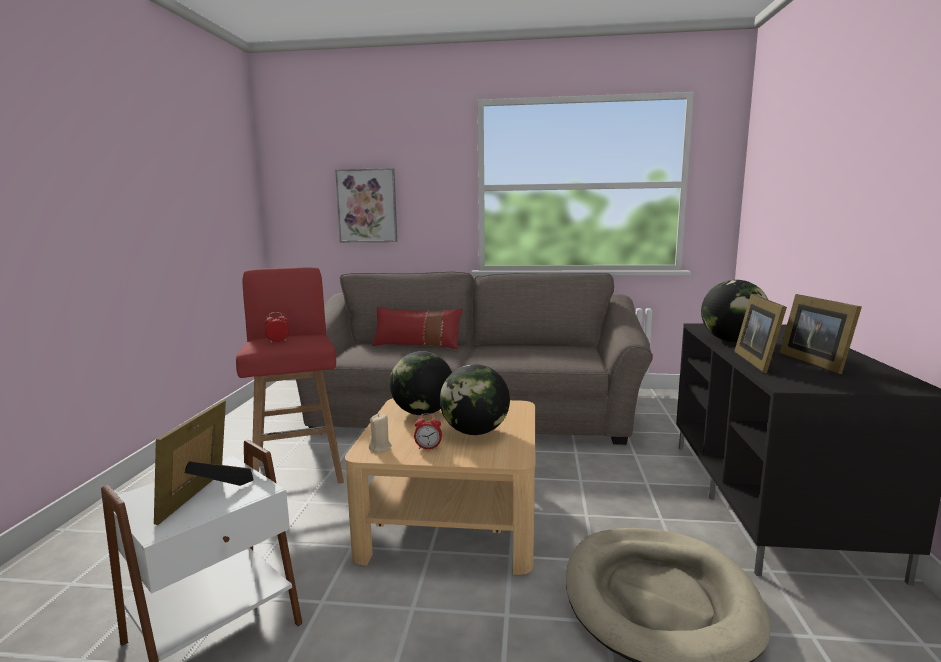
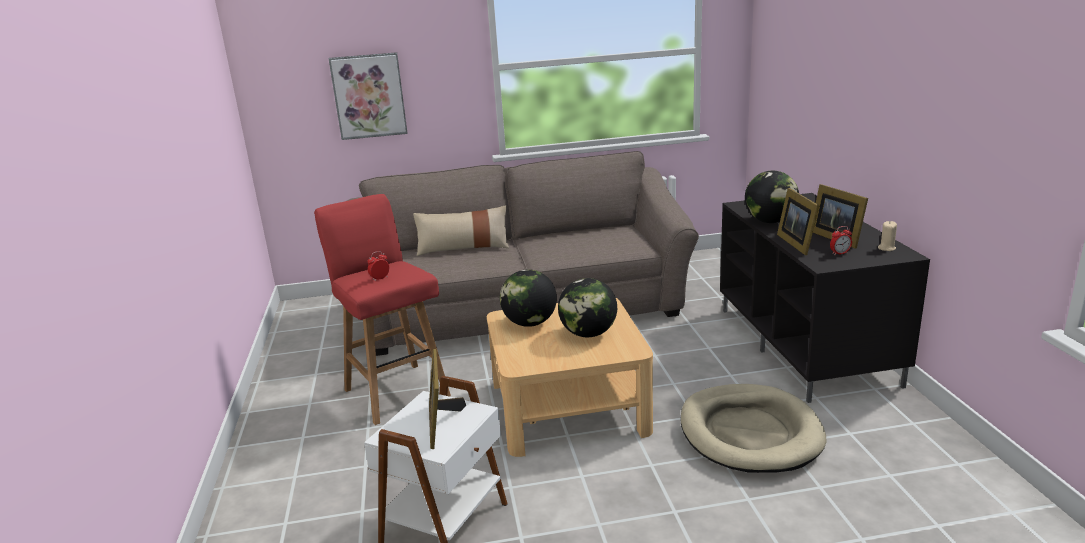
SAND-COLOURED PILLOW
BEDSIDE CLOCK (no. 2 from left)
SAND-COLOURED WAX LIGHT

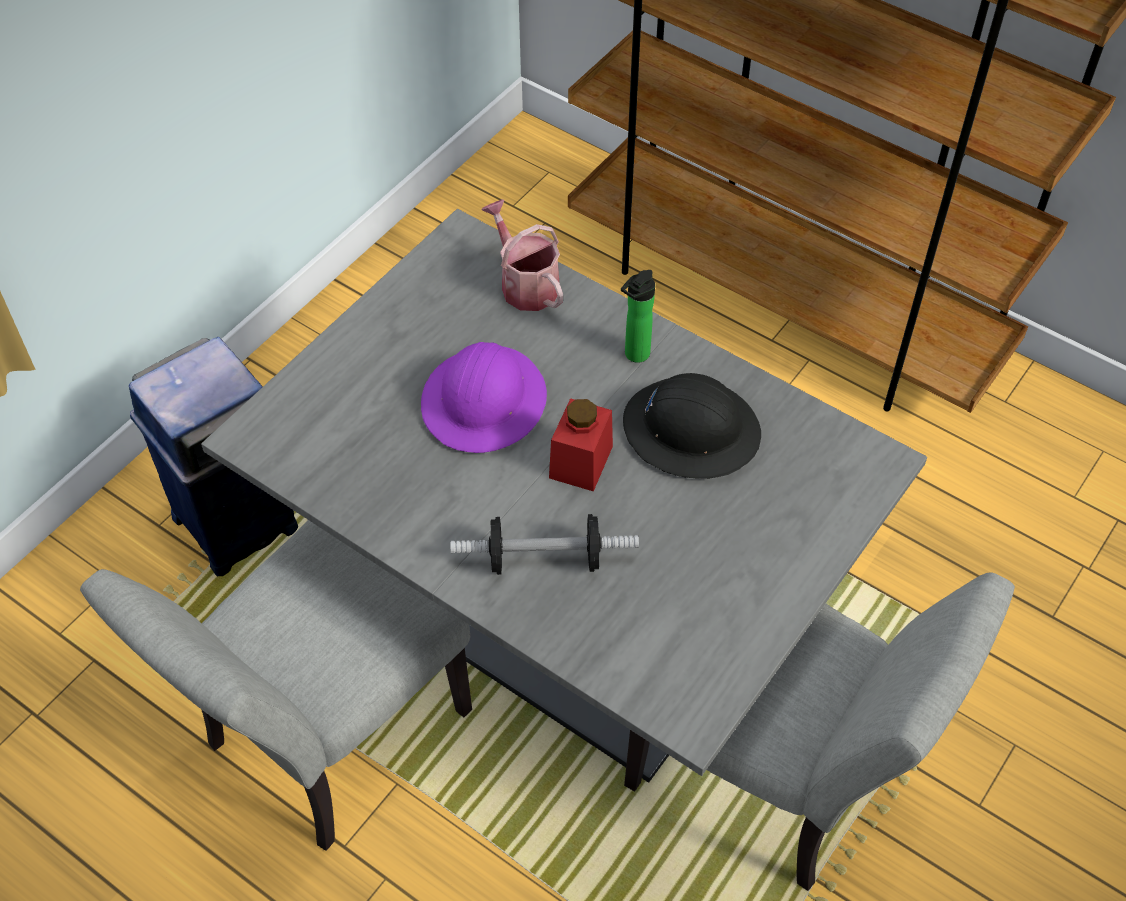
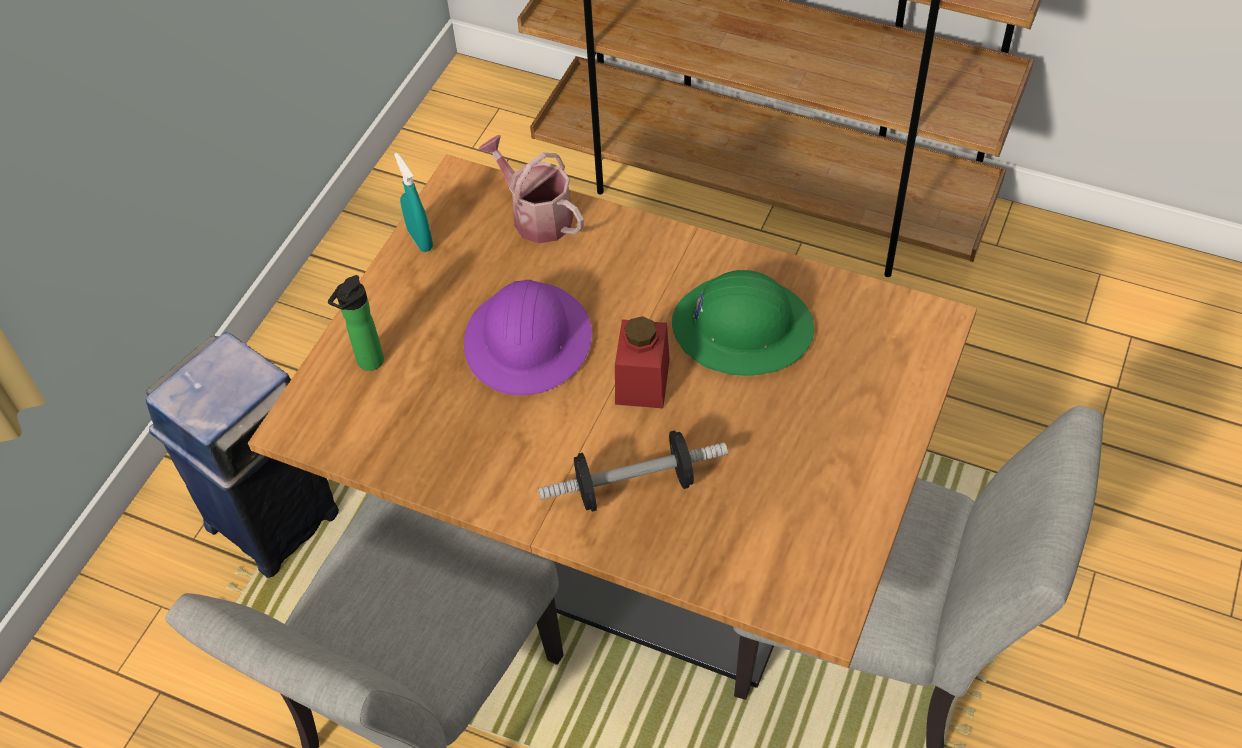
BROWN-COLOURED KITCHEN TABLE
DRINK BOTTLE
TURQUOISE-COLOURED SPRAY BOTTLE
GREEN-COLOURED HARD HAT

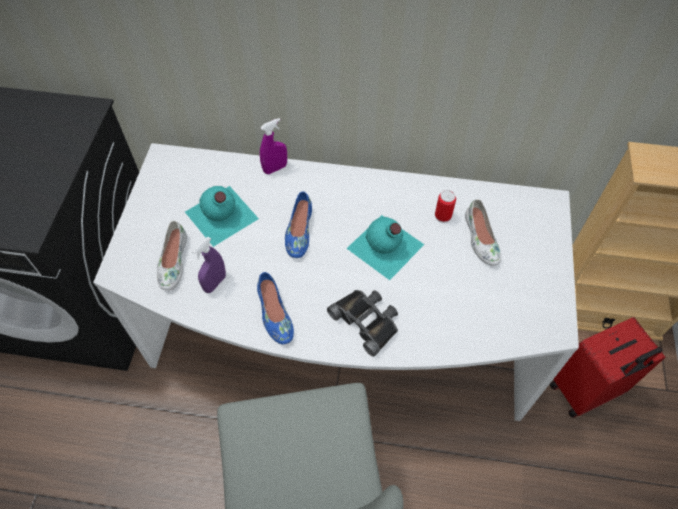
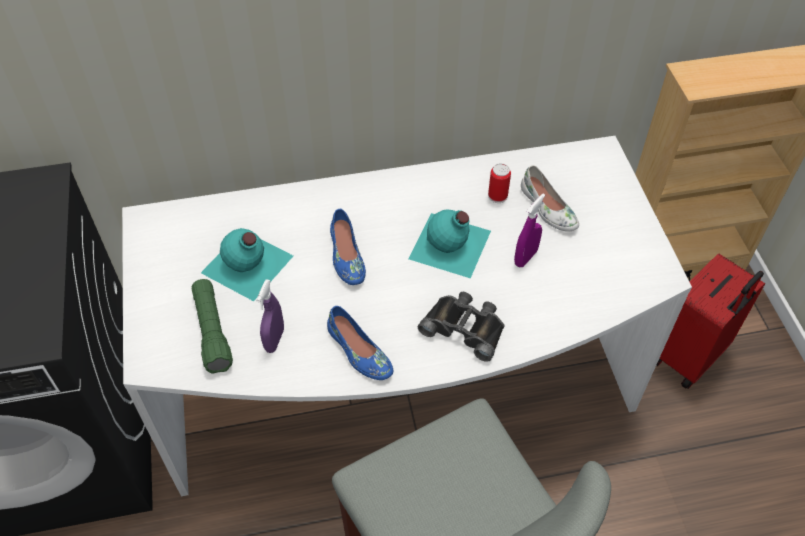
GREEN-COLOURED TORCH
PURPLE SPRAY BOTTLE (no. 2 from left)

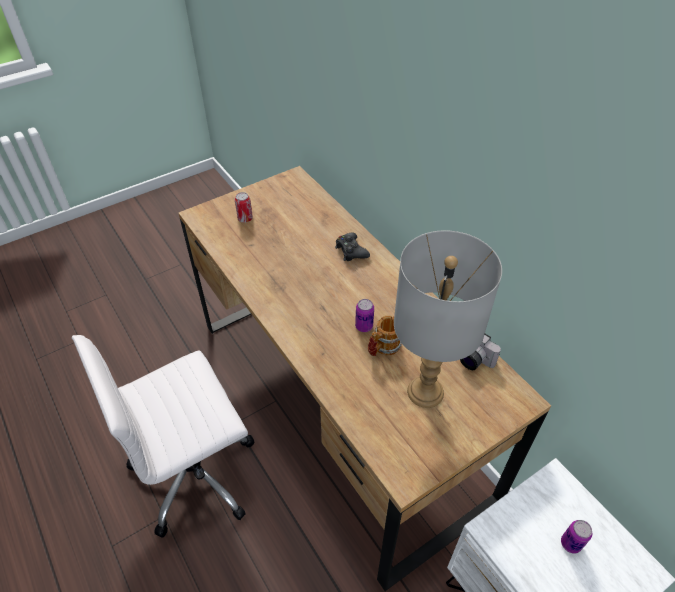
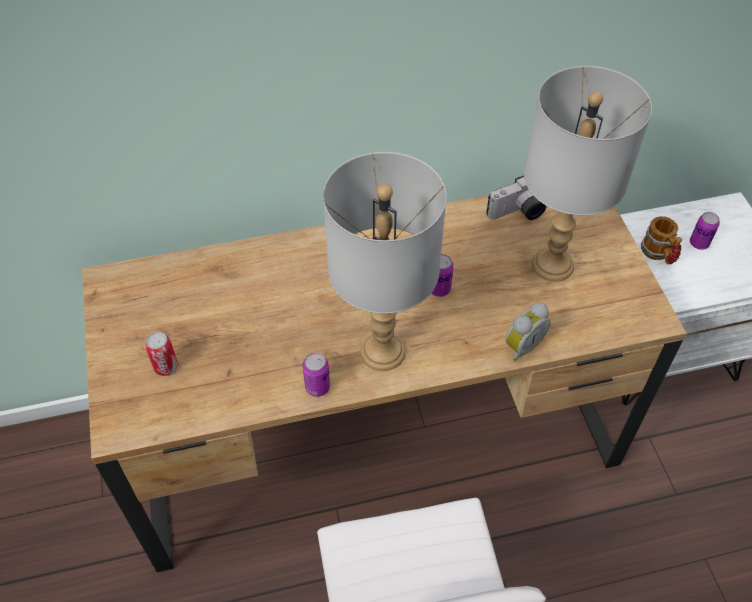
METAL CAN (no. 2 from left)
GREYISH TABLE LAMP (no. 1 from left)
BEDSIDE CLOCK
TEA MUG
BLACK GAME CONTROLLER

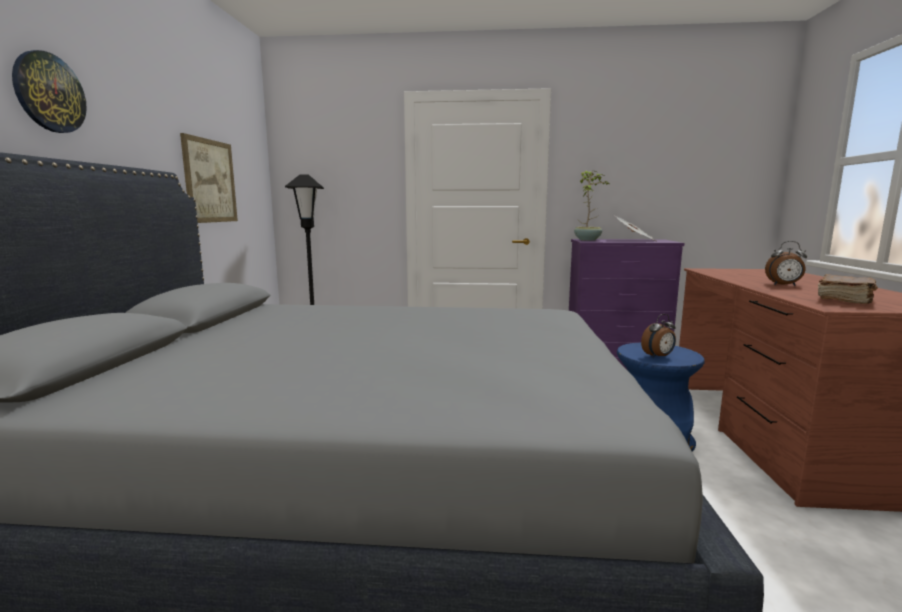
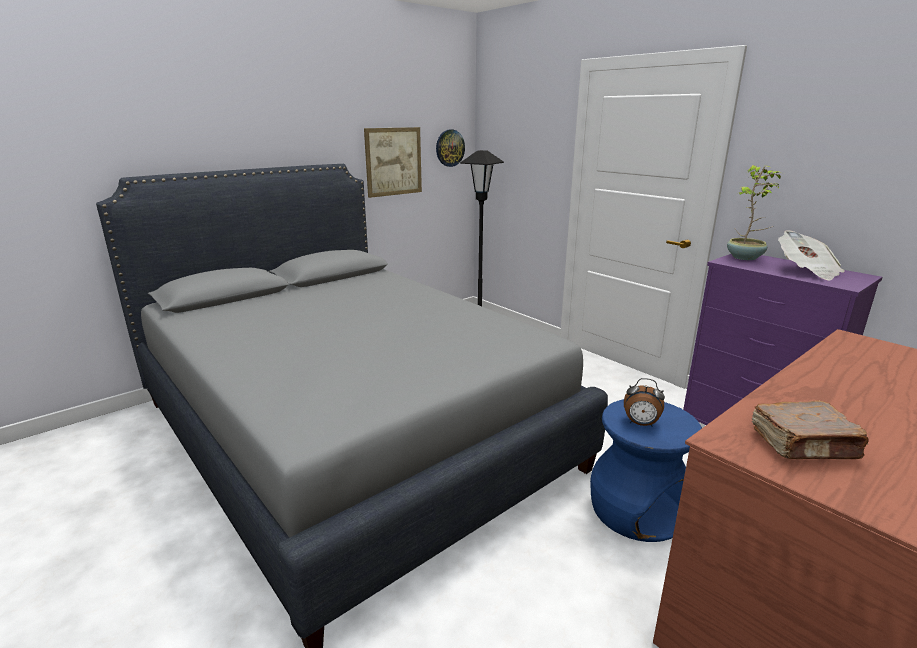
WALL CLOCK
BEDSIDE CLOCK (no. 2 from left in the first image)

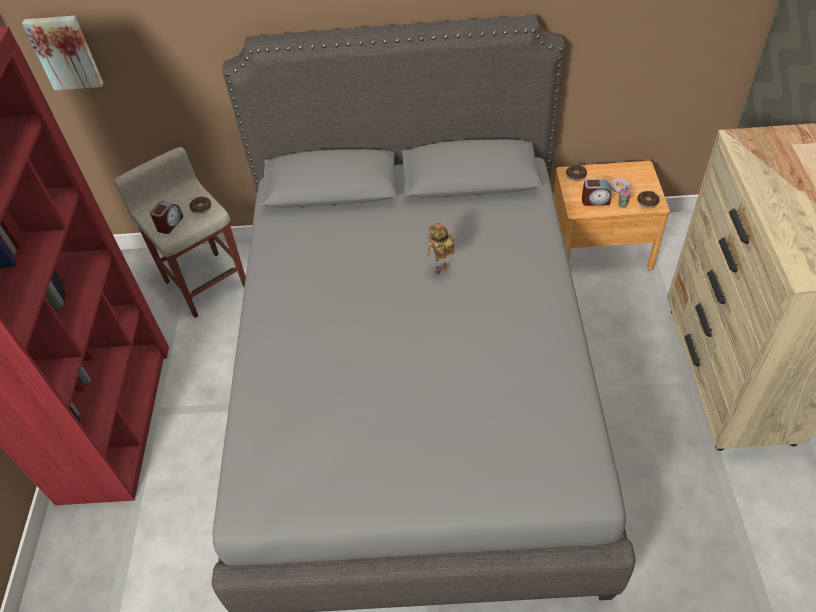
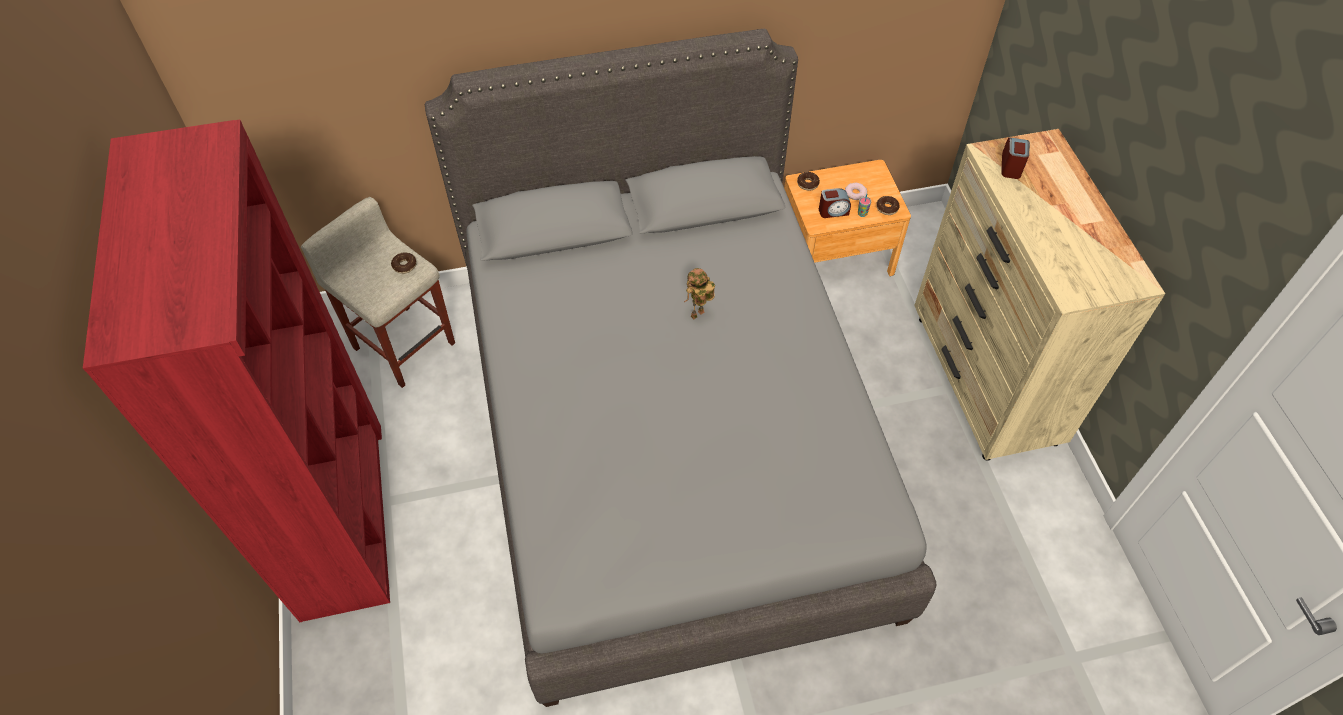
BEDSIDE CLOCK (no. 2 from left)
WALL ART

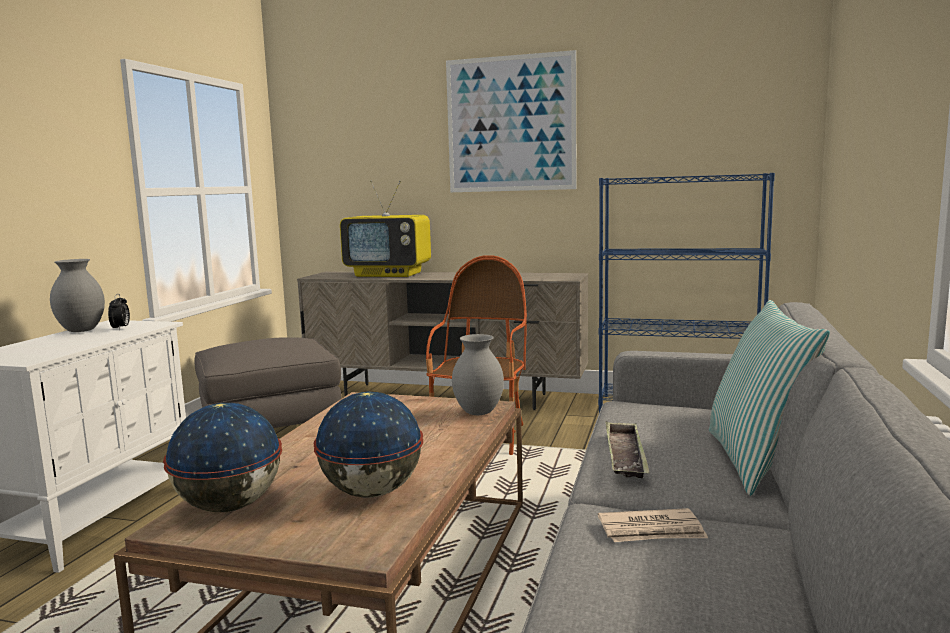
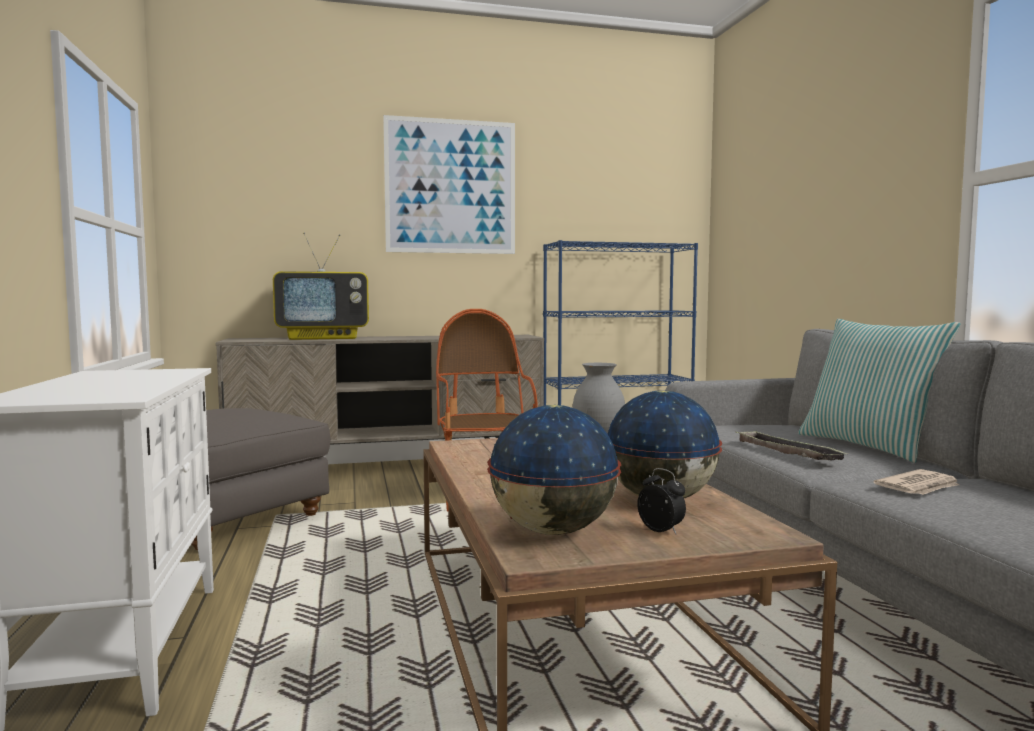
BEDSIDE CLOCK
GREYISH DECORATIVE VASE (no. 1 from left in the first image)

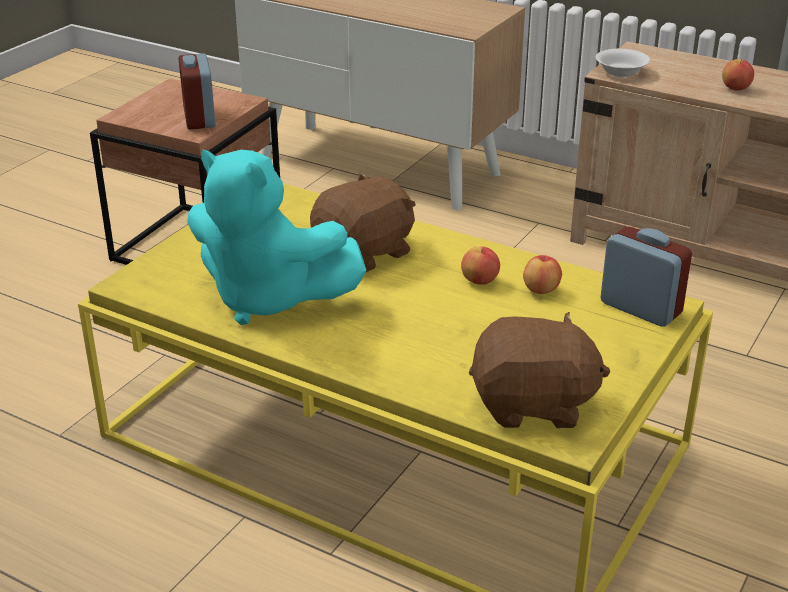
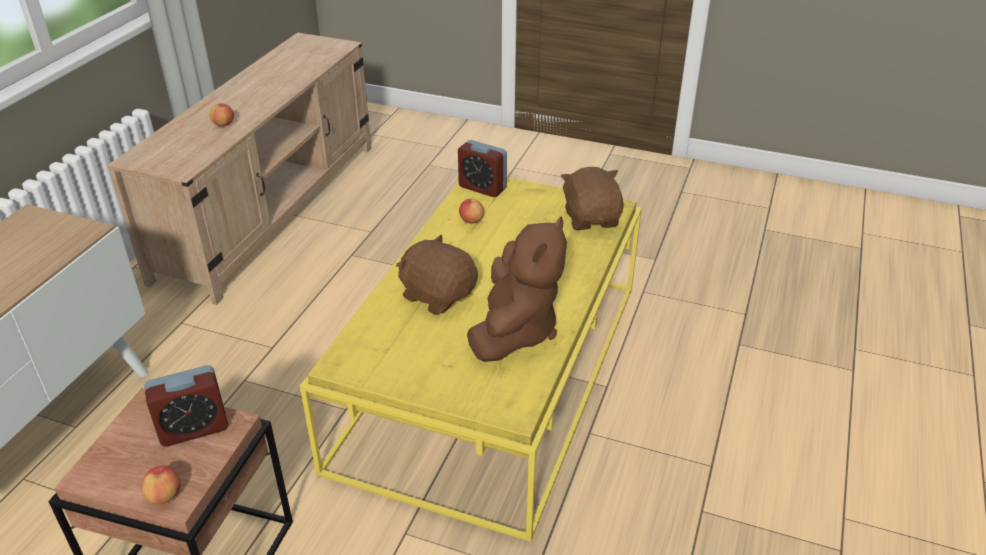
APPLE FRUIT (no. 1 from left)
BEDSIDE CLOCK (no. 2 from left)
BROWN-COLOURED SOFT TOY (no. 2 from left)
WHITISH DEEP DISH

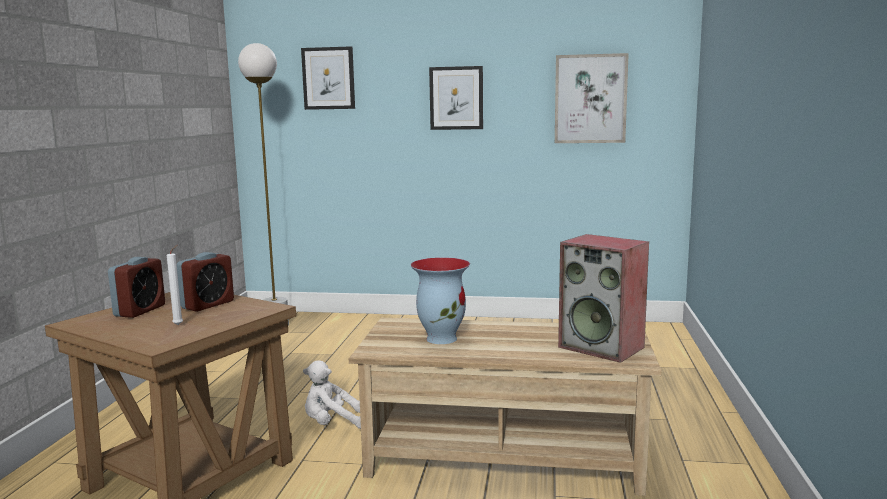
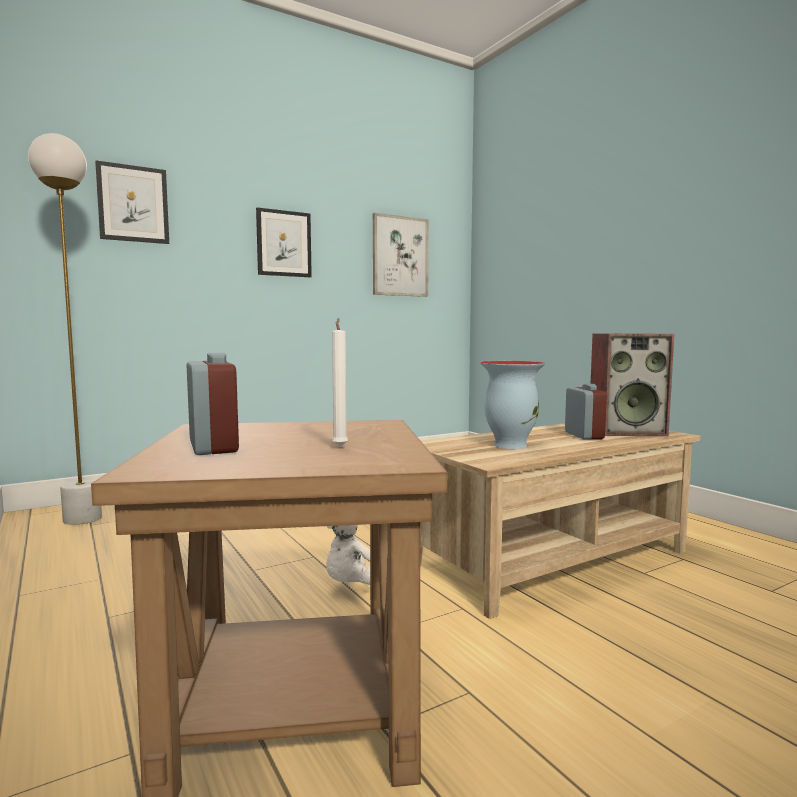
BEDSIDE CLOCK (no. 2 from left)

